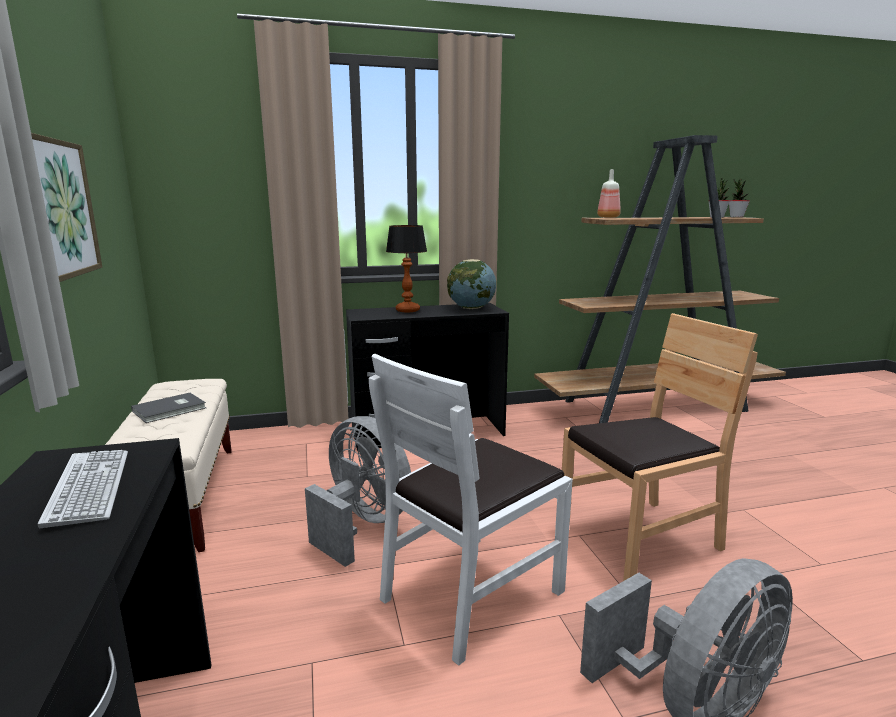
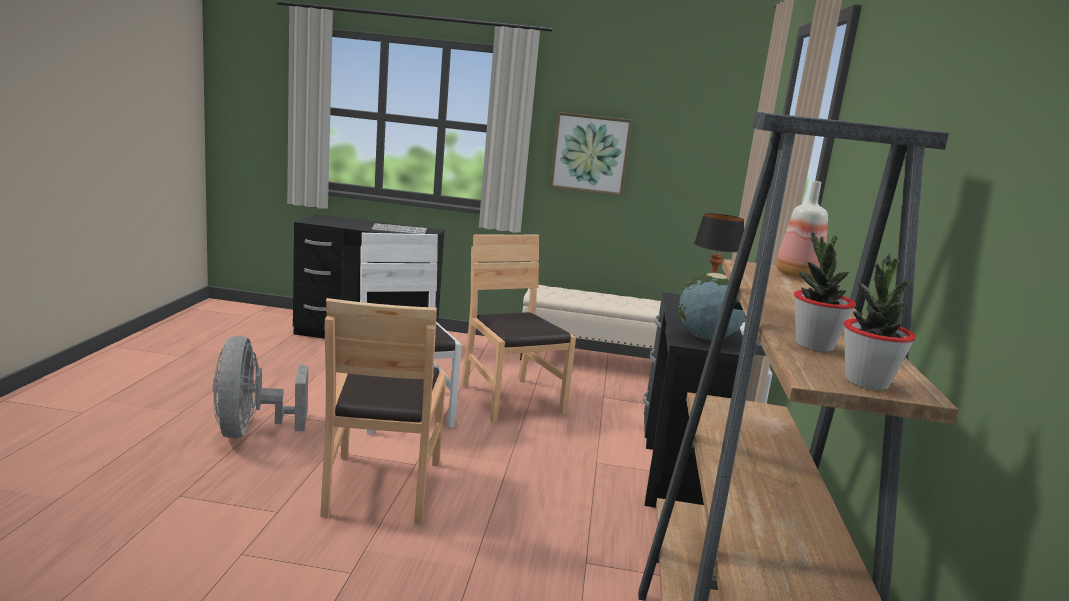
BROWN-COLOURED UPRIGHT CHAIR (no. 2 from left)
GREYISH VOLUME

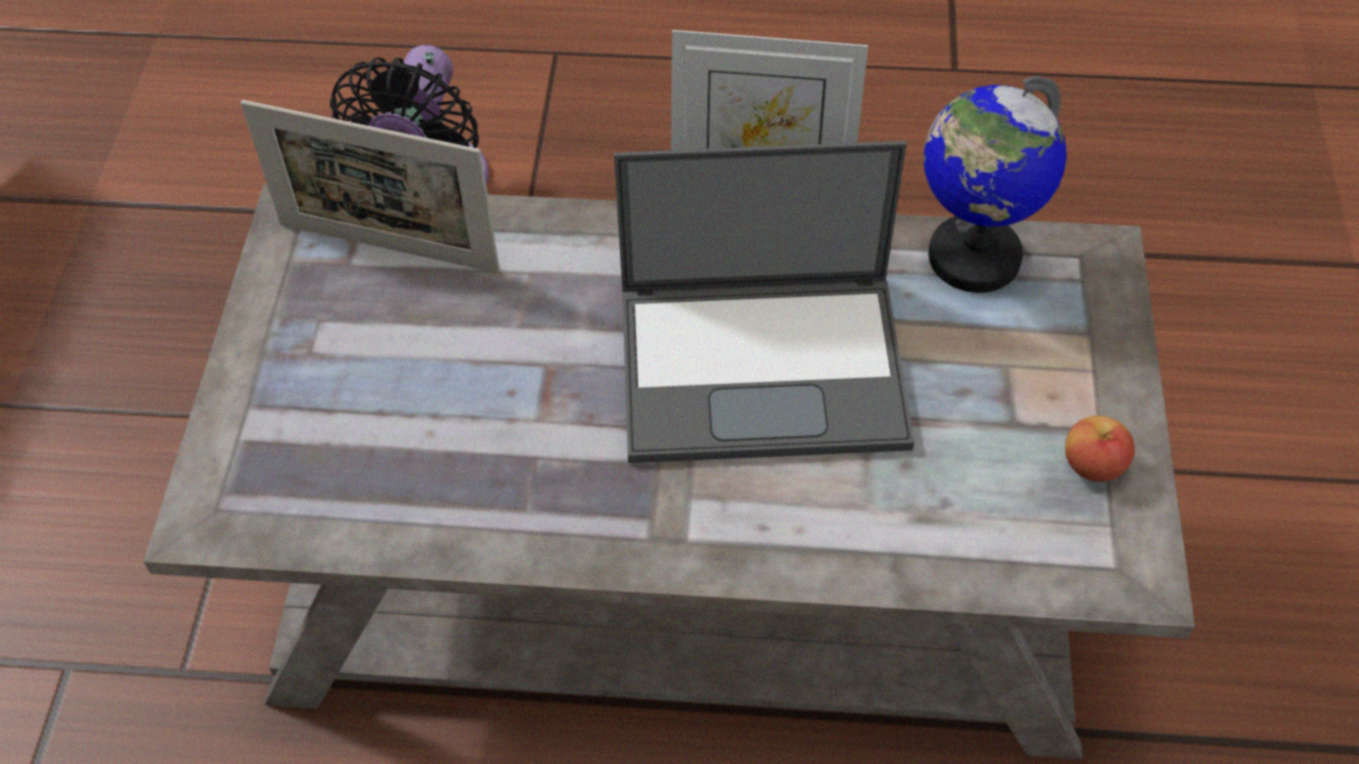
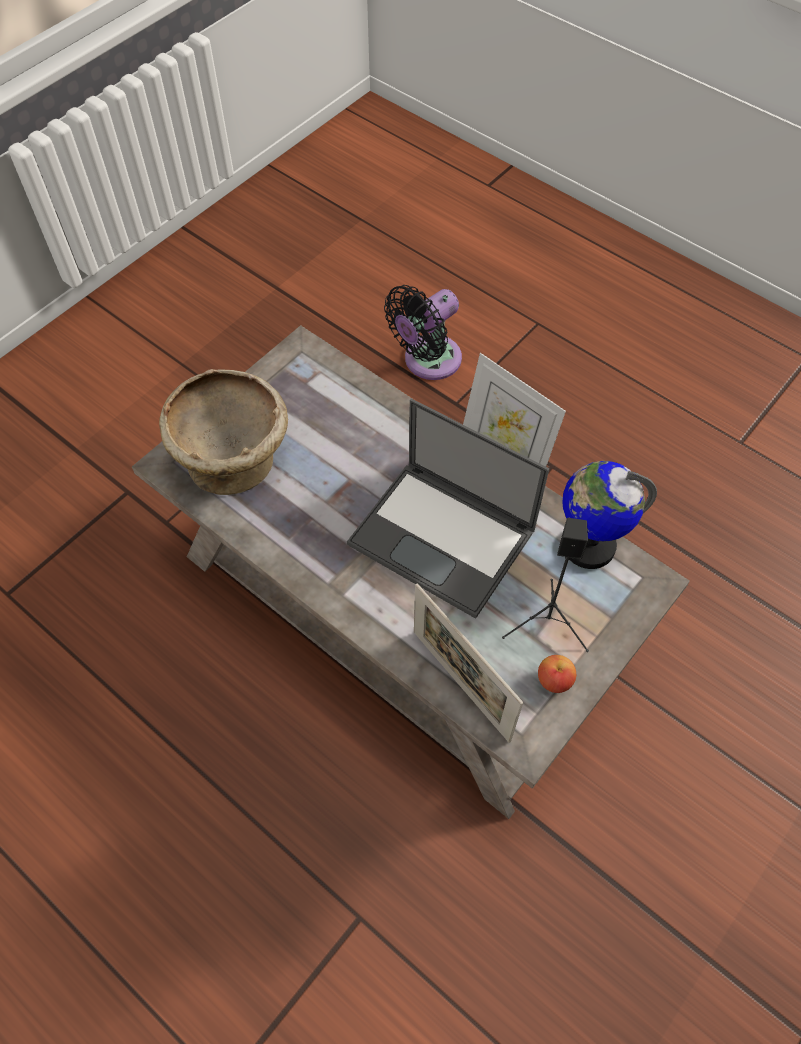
SAND-COLOURED DEEP DISH
STANDING FRAME (no. 1 from left)
BLACK AUDIO SPEAKER

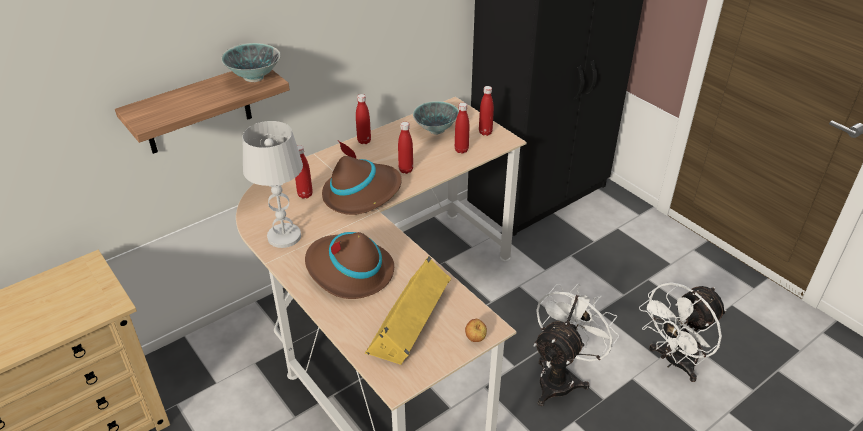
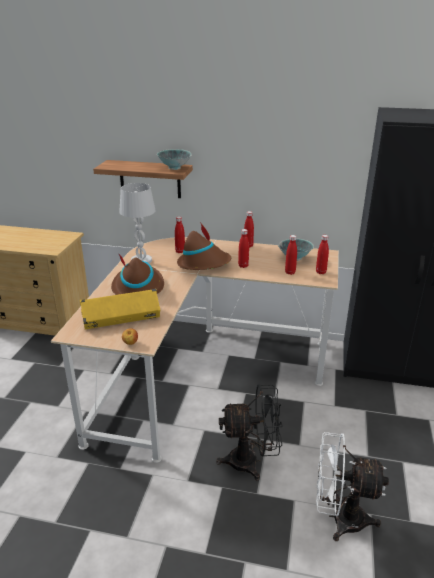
BLACK FAN

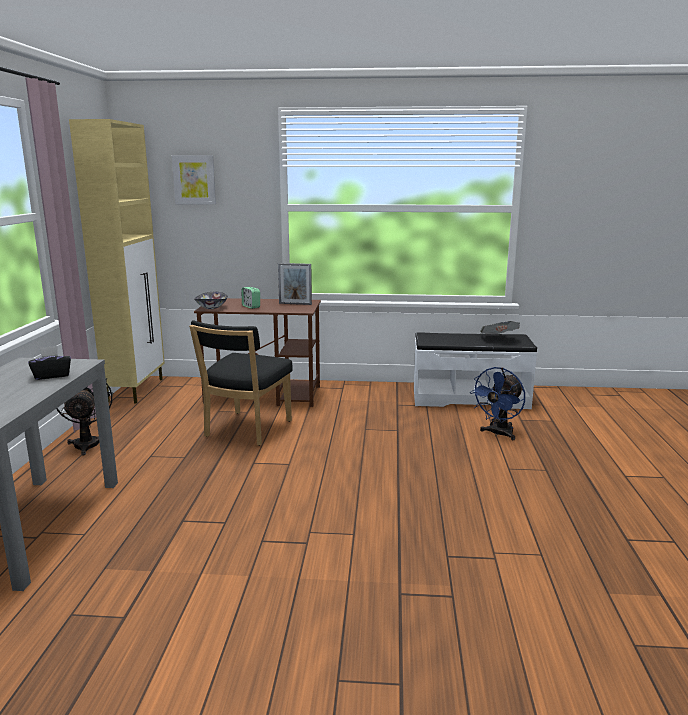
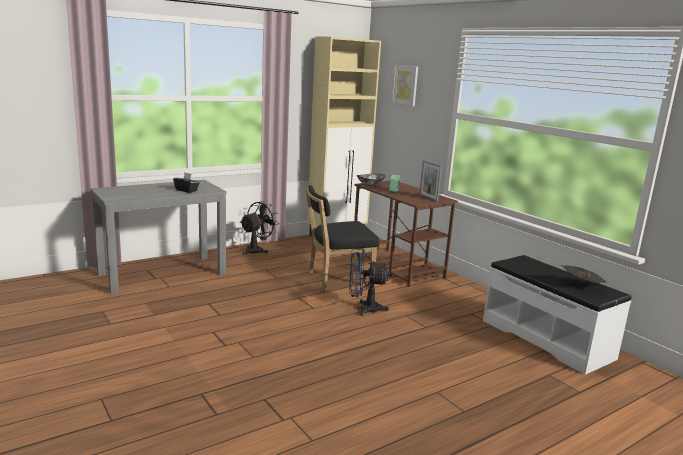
BLUE-COLOURED FAN

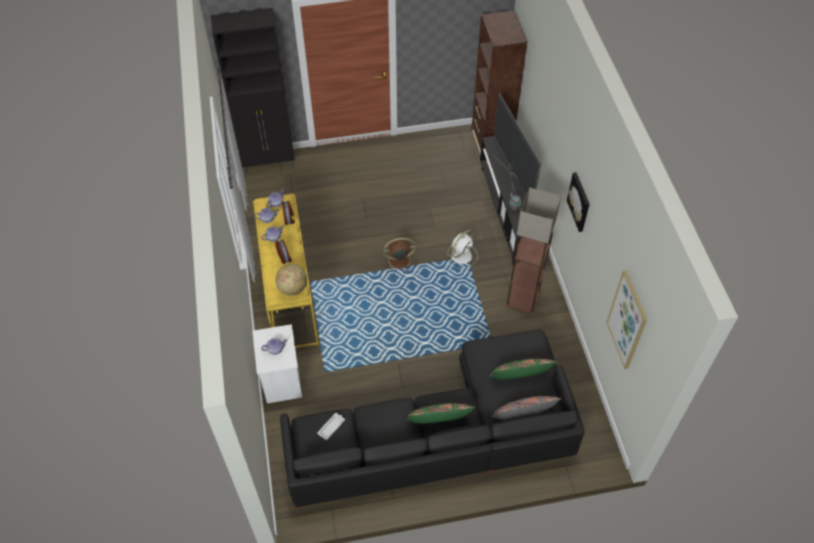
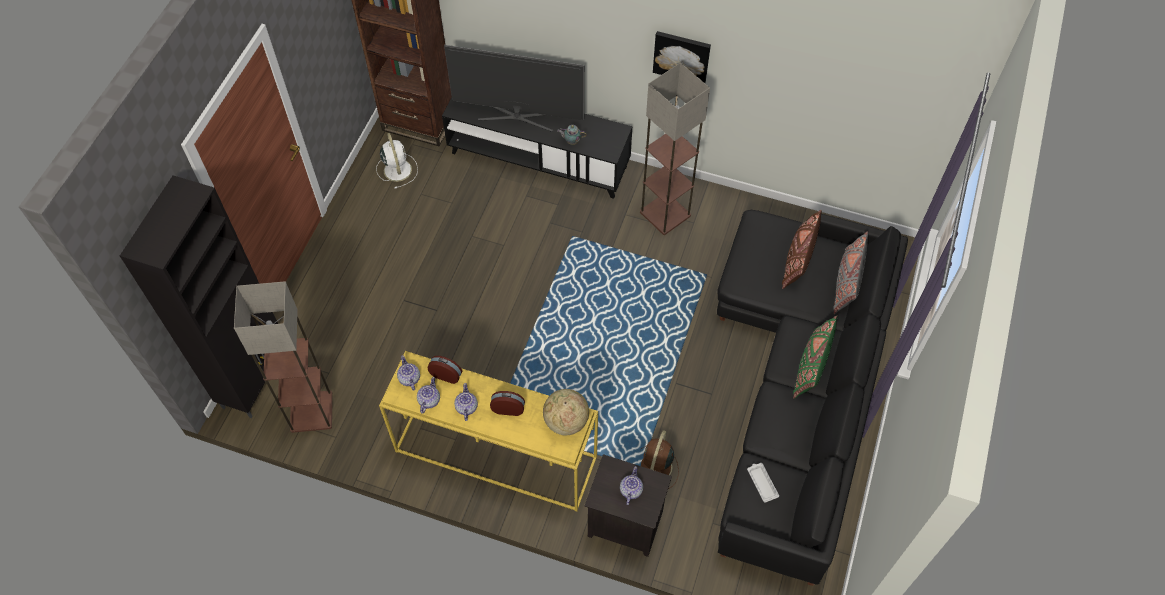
FLOOR LAMP (no. 1 from left)
WHITISH FAN
BLACK NIGHT TABLE
BROWN-COLOURED FAN
BROWN-COLOURED PILLOW
WALL ART (no. 2 from left in the first image)

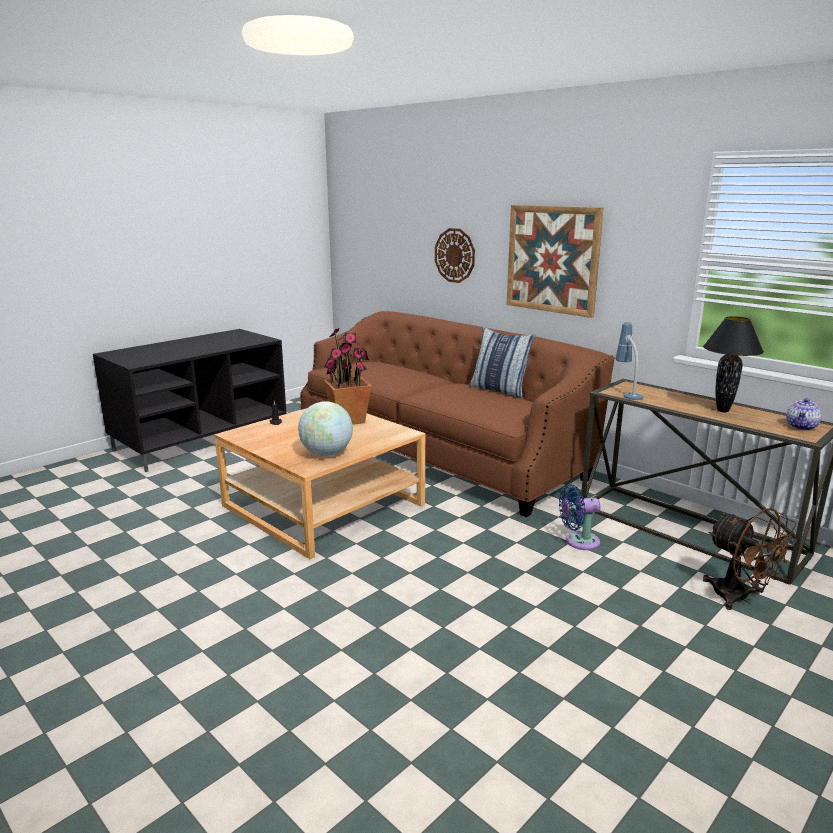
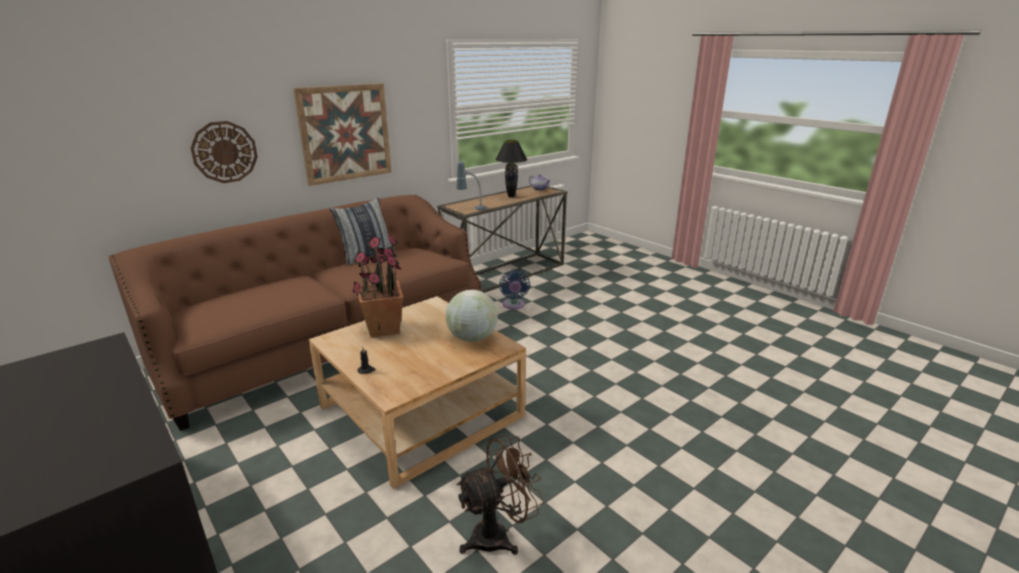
BROWN-COLOURED FAN

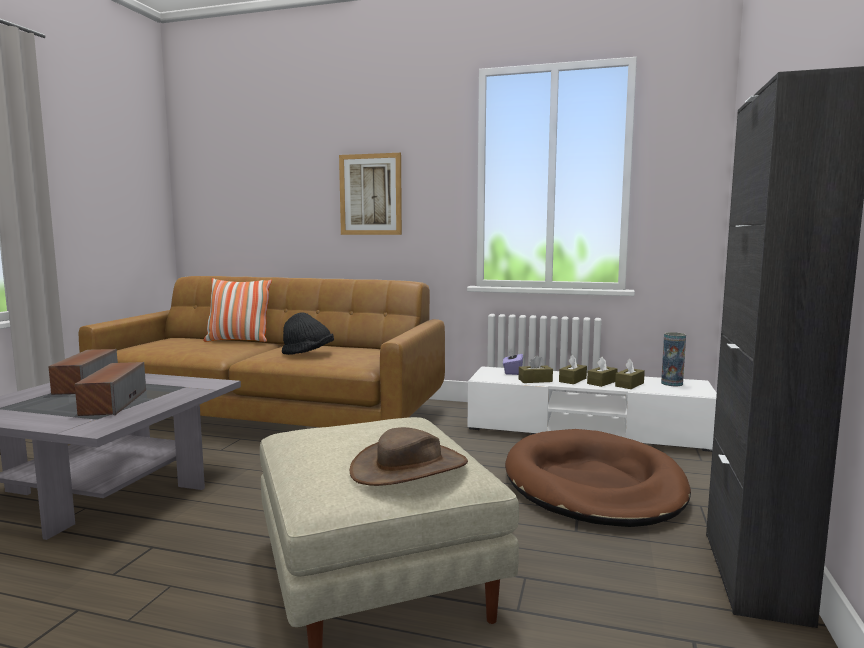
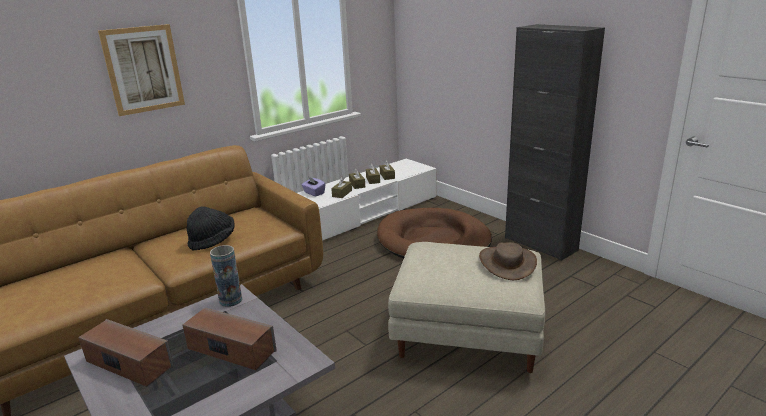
DECORATIVE VASE
PILLOW

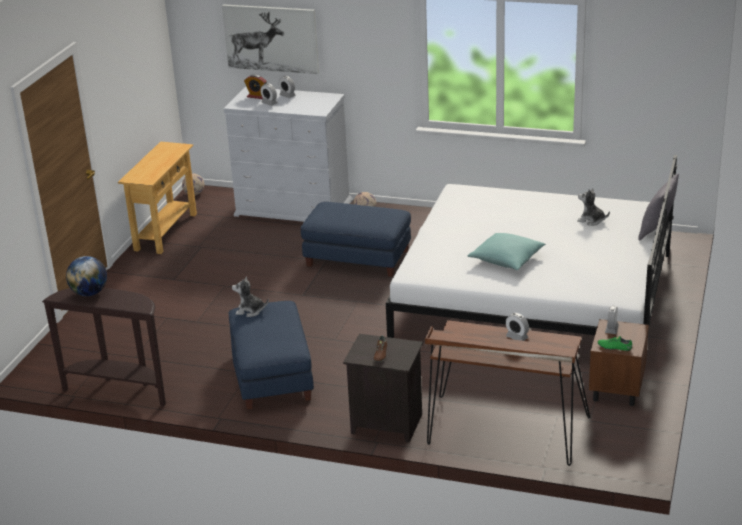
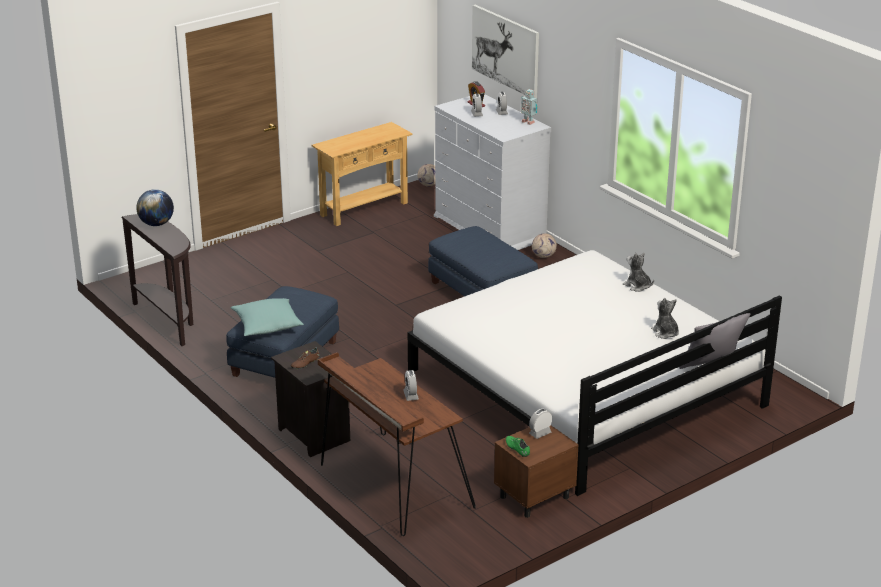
TURQUOISE-COLOURED PILLOW
TOY ROBOT
SOFT TOY (no. 1 from left)

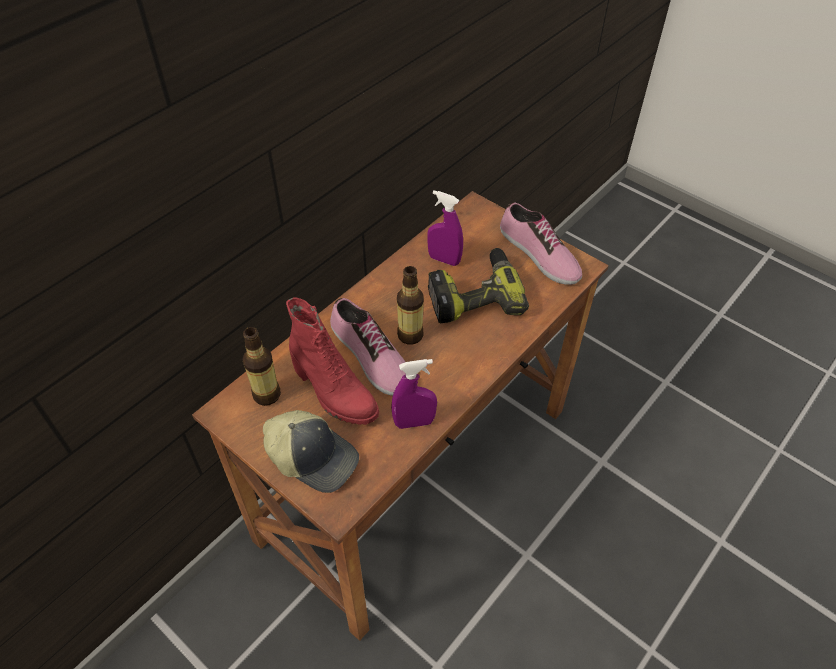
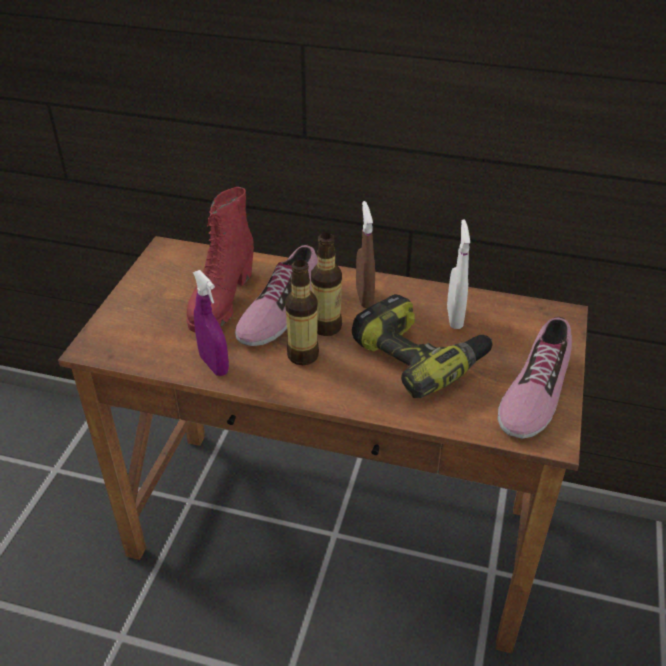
DRINK BOTTLE (no. 1 from left)
BROWN-COLOURED SPRAY BOTTLE
WHITISH SPRAY BOTTLE
PEAKED CAP

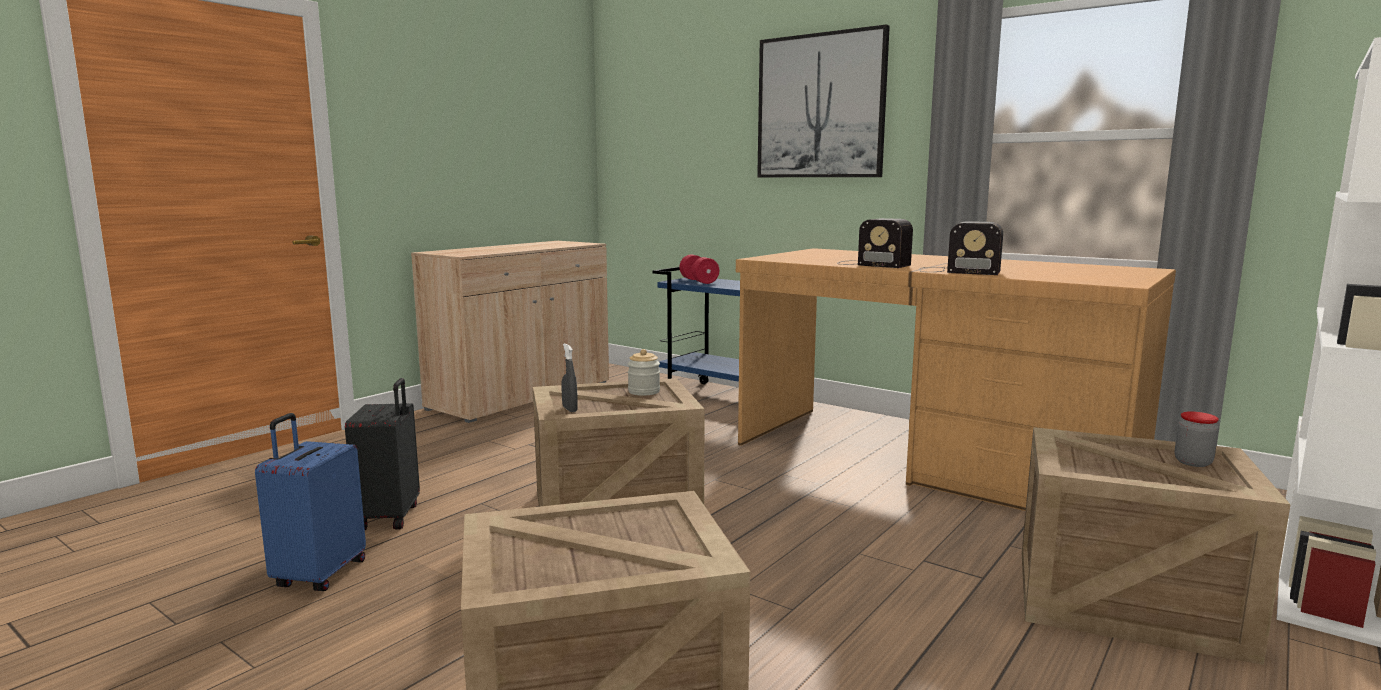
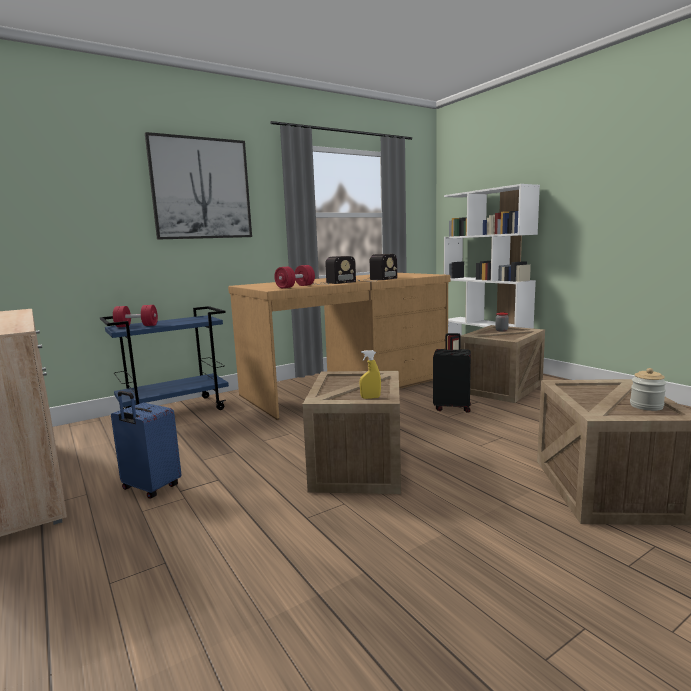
BLUE-COLOURED SUITCASE
REDDISH HAND WEIGHT (no. 2 from left)
YELLOW-COLOURED SPRAY BOTTLE
BLACK SUITCASE
PRESERVE JAR (no. 2 from left)

